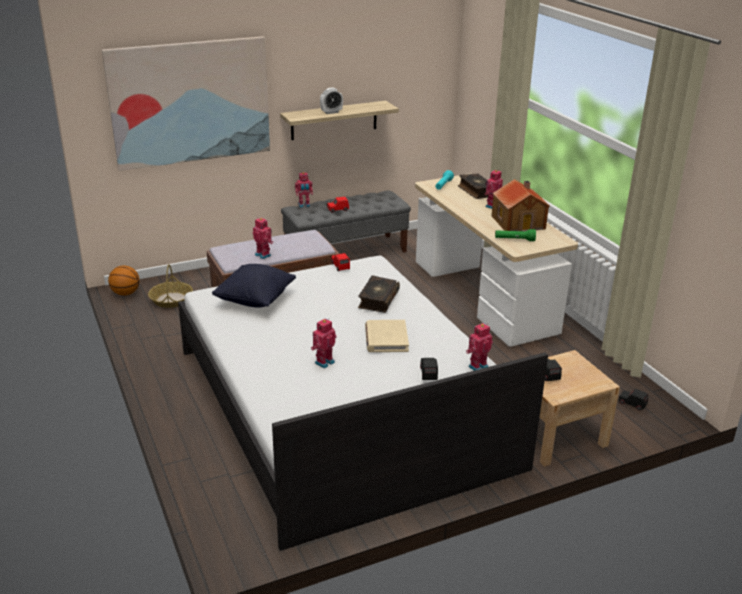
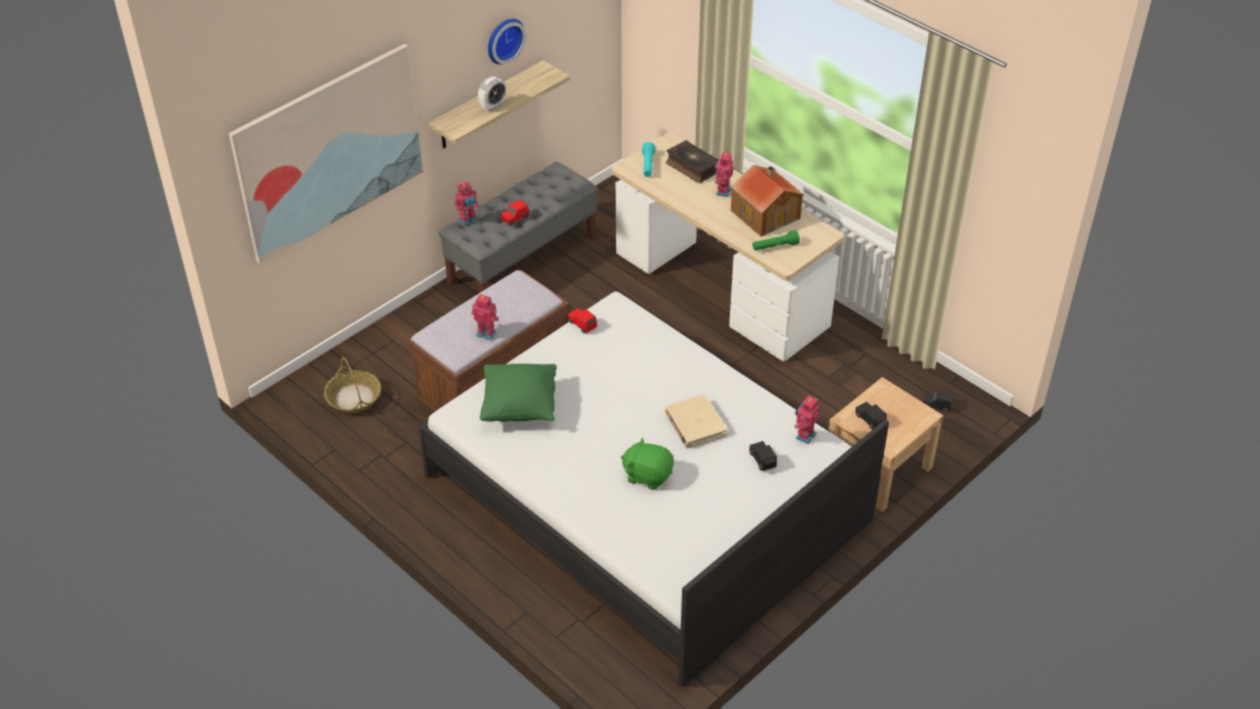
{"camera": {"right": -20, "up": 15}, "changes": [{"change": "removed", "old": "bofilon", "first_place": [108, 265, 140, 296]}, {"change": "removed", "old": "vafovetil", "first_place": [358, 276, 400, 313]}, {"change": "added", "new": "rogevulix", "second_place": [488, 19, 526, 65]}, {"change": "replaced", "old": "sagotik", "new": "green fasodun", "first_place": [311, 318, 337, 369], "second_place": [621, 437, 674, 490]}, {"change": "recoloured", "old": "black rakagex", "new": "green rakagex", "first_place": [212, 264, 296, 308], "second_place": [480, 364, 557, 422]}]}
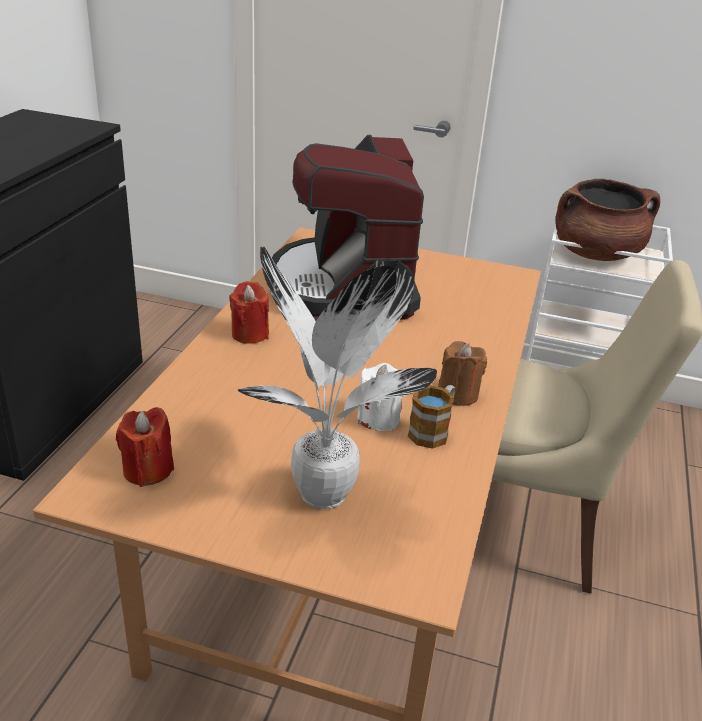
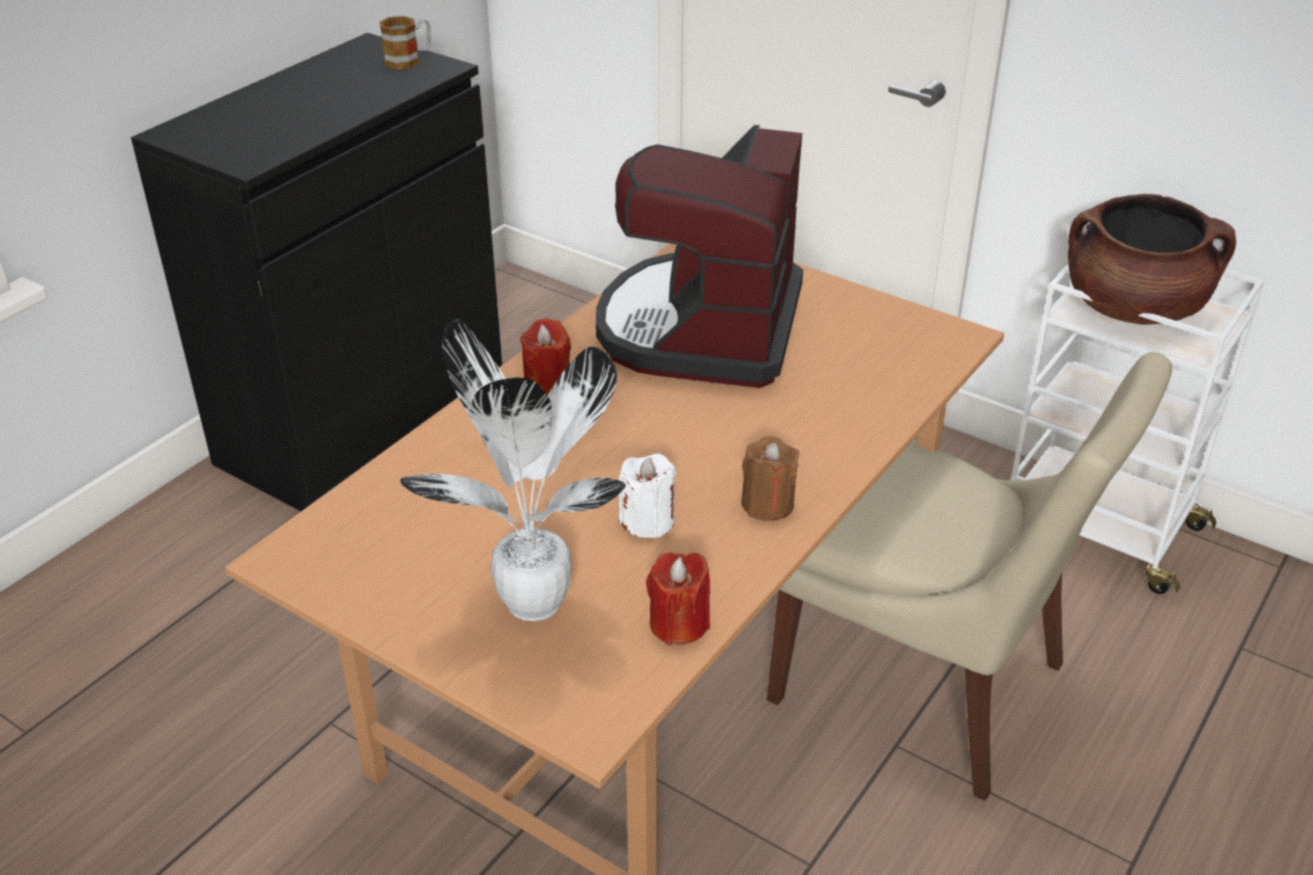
{"camera": {"right": 20, "up": 5}, "changes": [{"change": "moved", "old": "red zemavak", "first_place": [116, 407, 174, 487], "second_place": [646, 552, 710, 645]}, {"change": "moved", "old": "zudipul", "first_place": [408, 385, 455, 449], "second_place": [380, 16, 431, 70]}]}
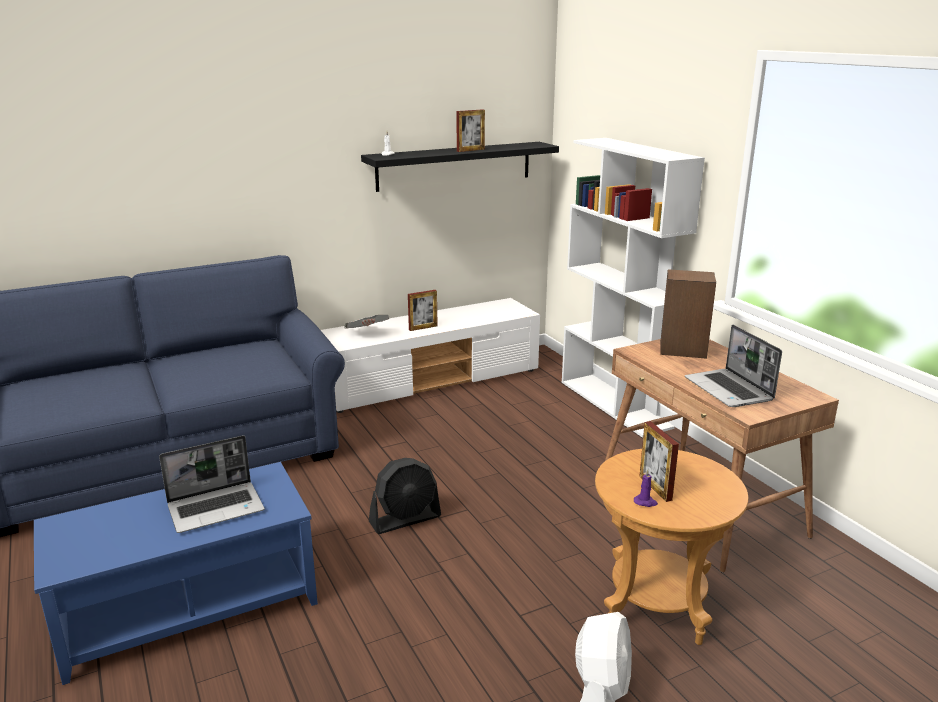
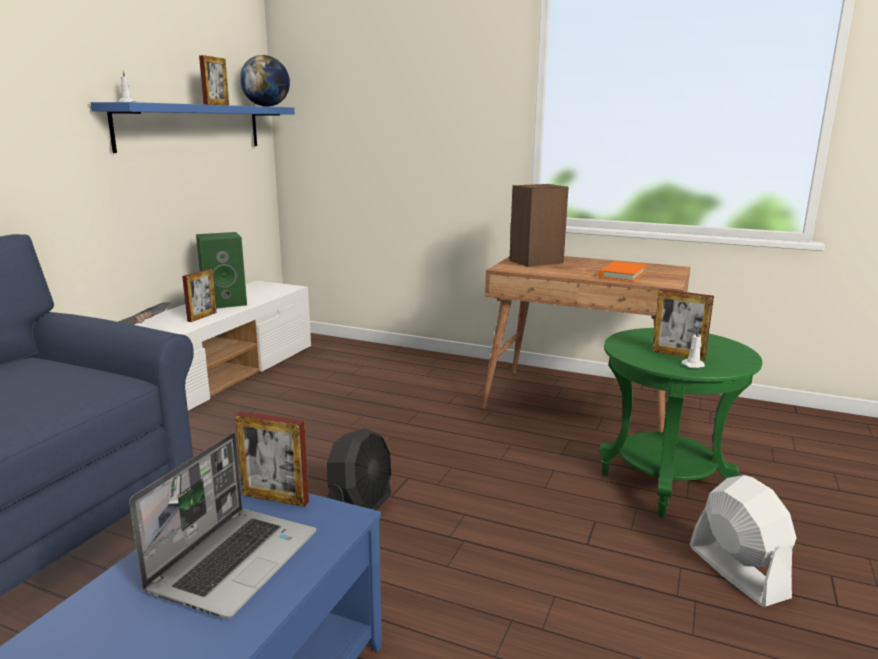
{"camera": {"right": -40, "up": -5}, "changes": [{"change": "removed", "old": "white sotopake", "first_place": [562, 138, 705, 438]}, {"change": "added", "new": "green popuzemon", "second_place": [196, 232, 247, 309]}, {"change": "added", "new": "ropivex", "second_place": [235, 411, 309, 507]}, {"change": "added", "new": "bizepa", "second_place": [240, 55, 290, 107]}, {"change": "replaced", "old": "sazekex", "new": "orange vafovetil", "first_place": [685, 325, 782, 407], "second_place": [598, 261, 647, 282]}, {"change": "recoloured", "old": "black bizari", "new": "blue bizari", "first_place": [361, 142, 559, 192], "second_place": [91, 102, 295, 153]}, {"change": "recoloured", "old": "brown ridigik", "new": "green ridigik", "first_place": [595, 449, 748, 645], "second_place": [599, 328, 762, 517]}, {"change": "recoloured", "old": "purple zemavak", "new": "white zemavak", "first_place": [634, 470, 658, 507], "second_place": [682, 328, 705, 368]}]}
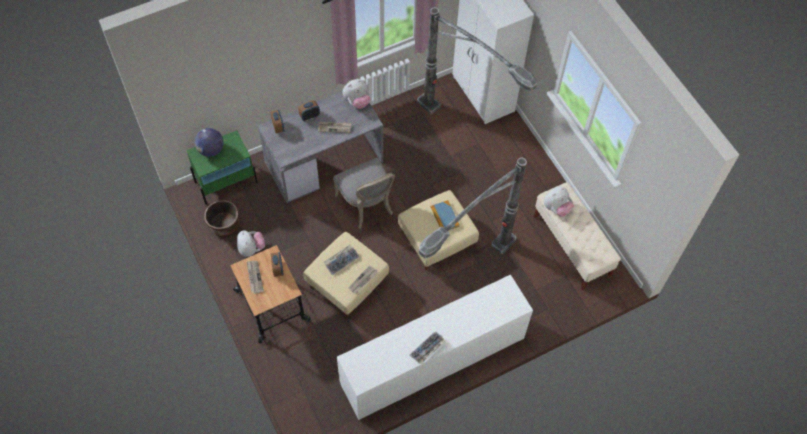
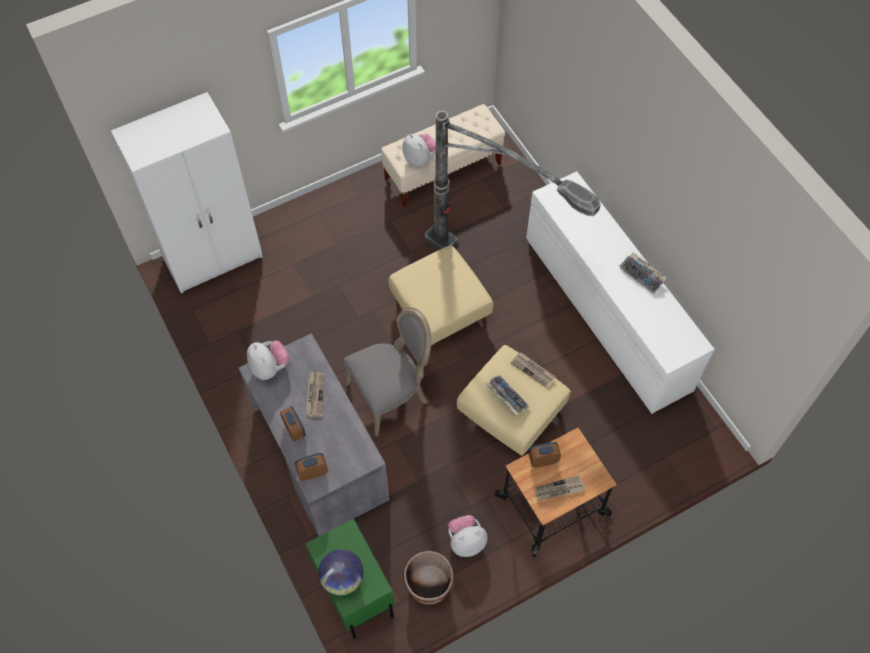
{"camera": {"right": -90, "up": 0}, "changes": [{"change": "removed", "old": "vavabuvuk", "first_place": [417, 7, 537, 114]}, {"change": "removed", "old": "vafovetil", "first_place": [431, 200, 460, 230]}]}
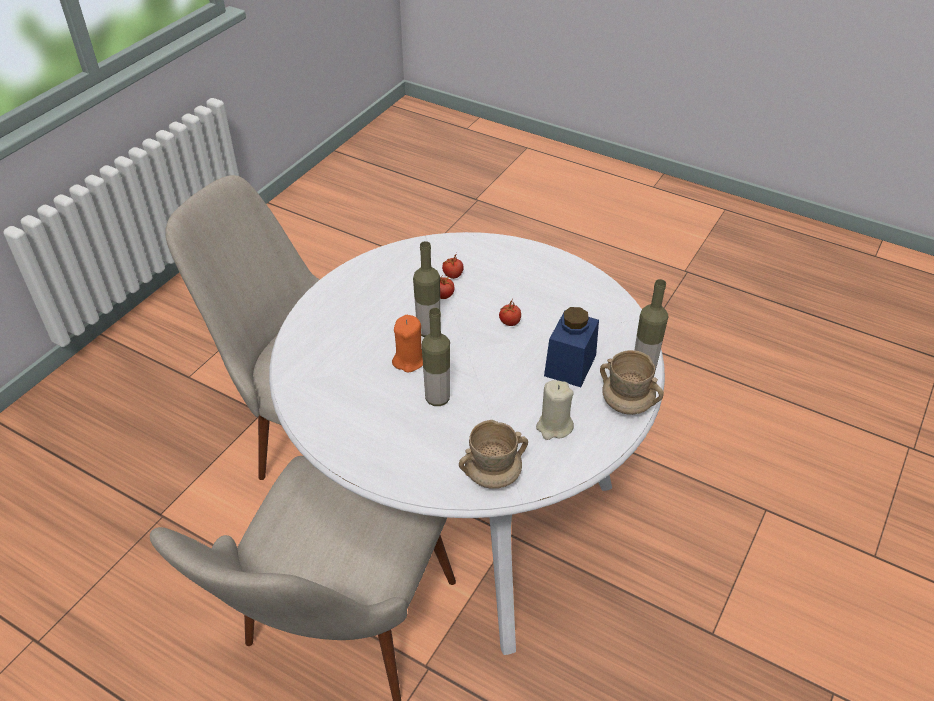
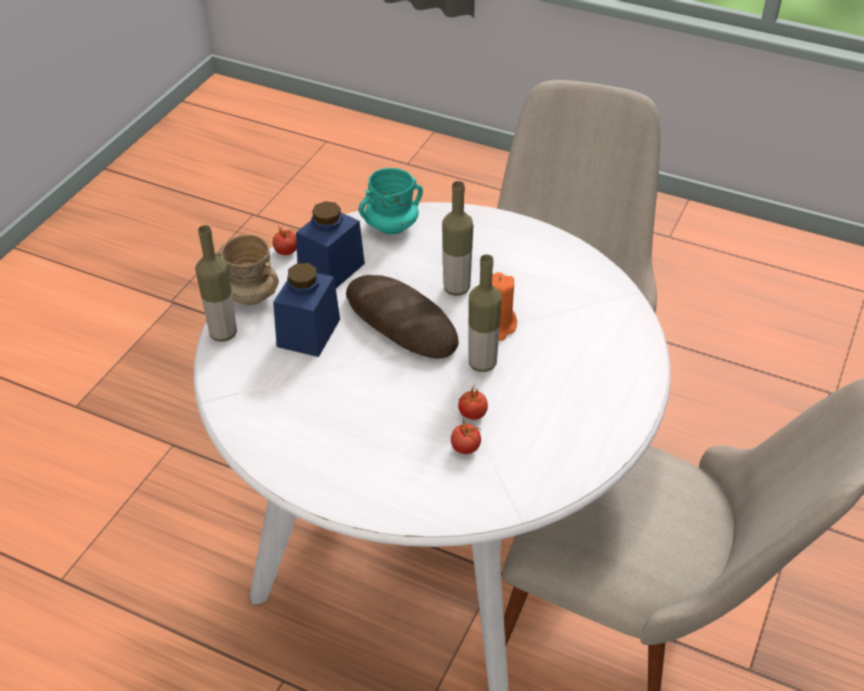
{"camera": {"right": 175, "up": 0}, "changes": [{"change": "added", "new": "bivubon", "second_place": [346, 275, 459, 359]}, {"change": "moved", "old": "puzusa", "first_place": [499, 298, 521, 326], "second_place": [273, 225, 297, 255]}, {"change": "replaced", "old": "beige zemavak", "new": "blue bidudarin", "first_place": [536, 380, 574, 440], "second_place": [296, 201, 365, 288]}, {"change": "recoloured", "old": "beige zudipul", "new": "turquoise zudipul", "first_place": [459, 420, 528, 489], "second_place": [359, 168, 423, 235]}]}
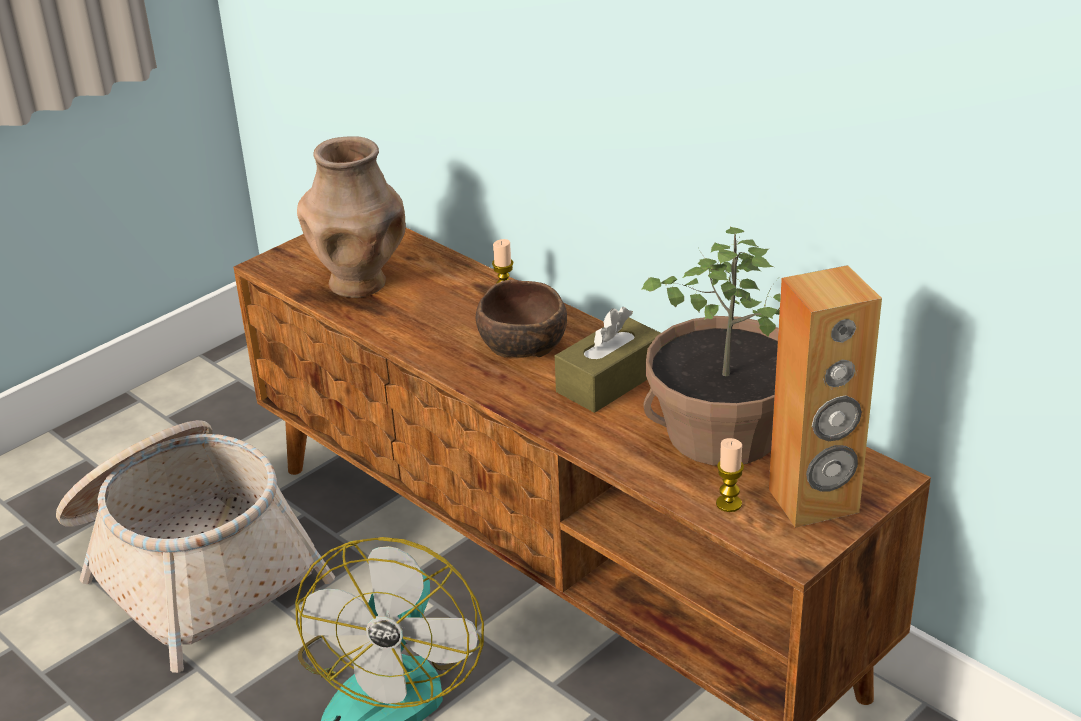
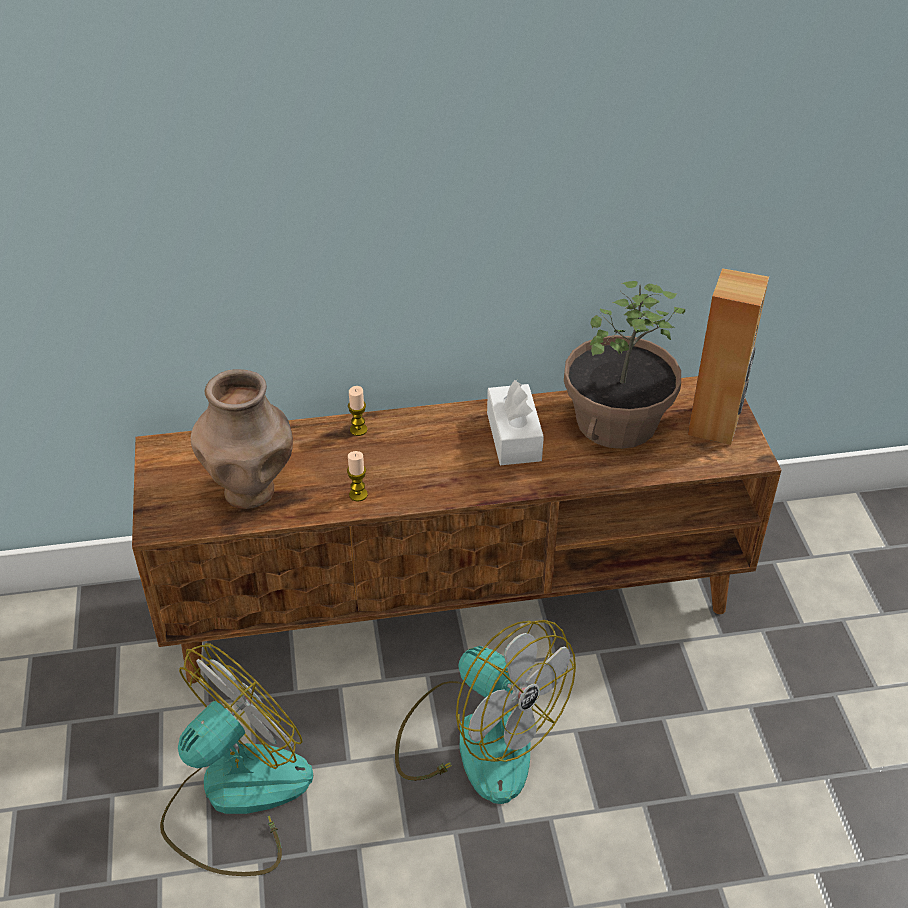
{"camera": {"right": -55, "up": 10}, "changes": [{"change": "removed", "old": "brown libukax", "first_place": [476, 279, 567, 358]}, {"change": "moved", "old": "zemavak", "first_place": [716, 438, 744, 512], "second_place": [347, 451, 368, 502]}, {"change": "replaced", "old": "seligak", "new": "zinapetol", "first_place": [56, 420, 335, 673], "second_place": [160, 643, 313, 876]}, {"change": "recoloured", "old": "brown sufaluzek", "new": "white sufaluzek", "first_place": [555, 307, 661, 413], "second_place": [487, 380, 544, 465]}]}
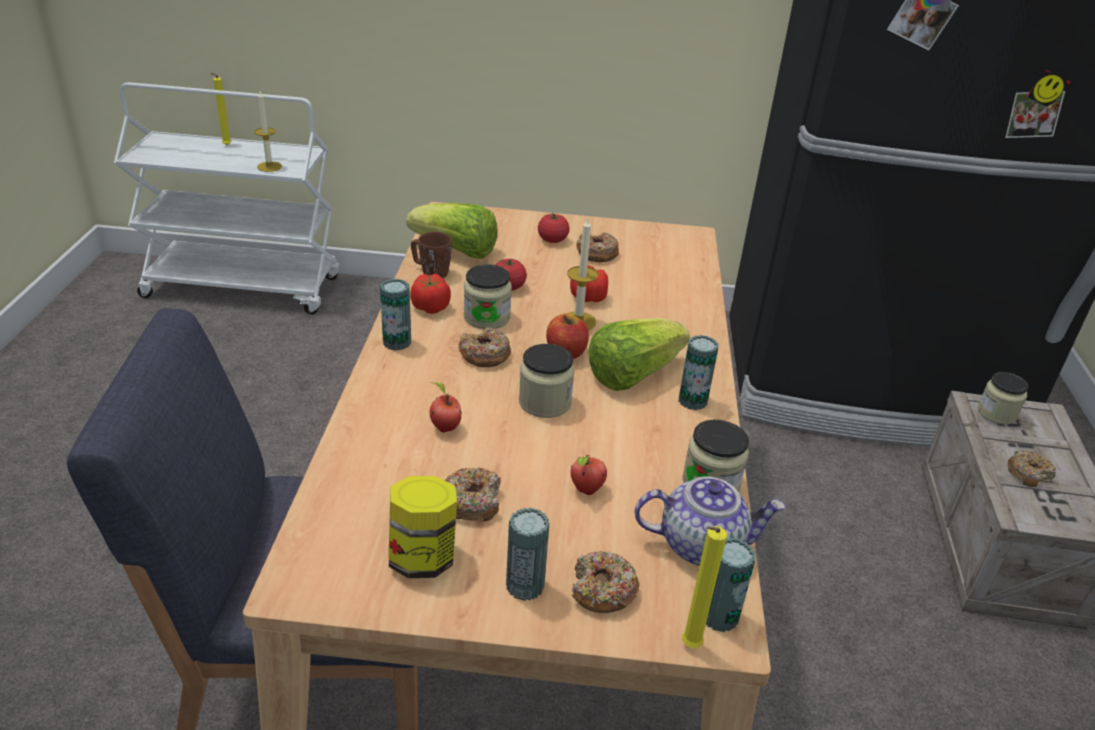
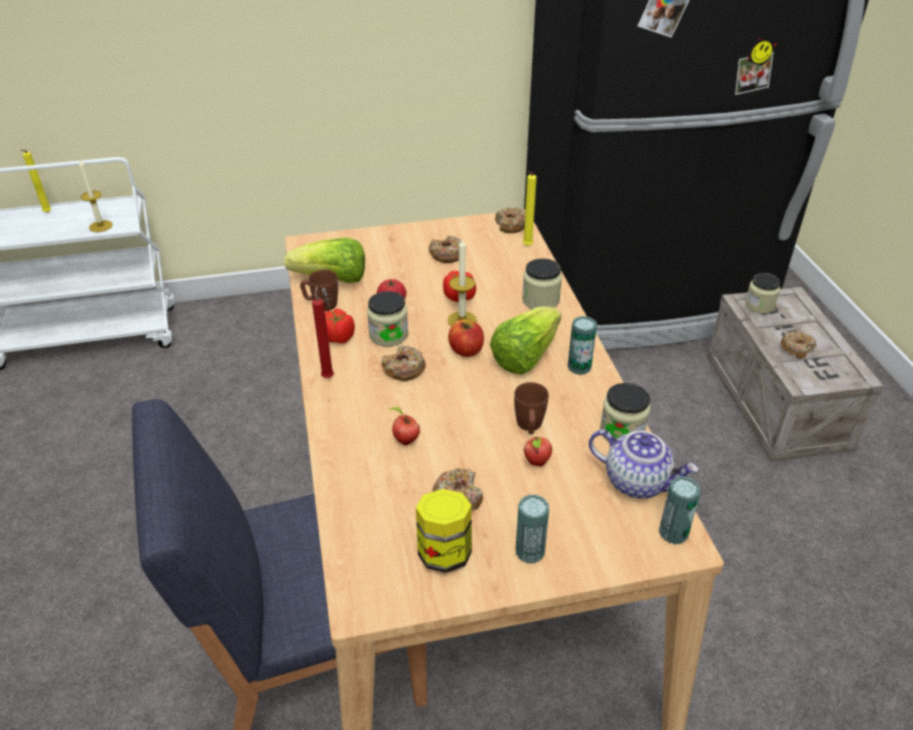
{"camera": {"right": -15, "up": 5}, "changes": [{"change": "removed", "old": "puzusa", "first_place": [538, 212, 570, 243]}, {"change": "added", "new": "brown zudipul", "second_place": [514, 382, 549, 434]}, {"change": "moved", "old": "bidudarin", "first_place": [519, 344, 575, 418], "second_place": [522, 258, 562, 309]}, {"change": "moved", "old": "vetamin", "first_place": [572, 551, 639, 613], "second_place": [495, 208, 525, 233]}, {"change": "moved", "old": "yellow zemavak", "first_place": [682, 526, 727, 648], "second_place": [523, 171, 537, 246]}, {"change": "replaced", "old": "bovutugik", "new": "red zemavak", "first_place": [380, 279, 411, 351], "second_place": [312, 286, 334, 378]}, {"change": "turned", "old": "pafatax", "first_place": [634, 476, 785, 566], "second_place": [589, 429, 699, 498], "degrees": 45}]}
